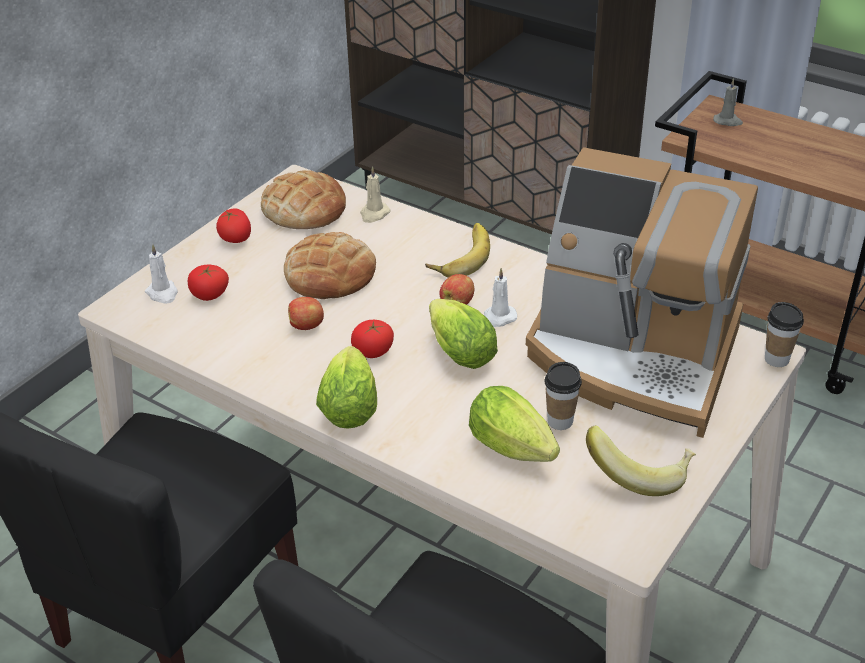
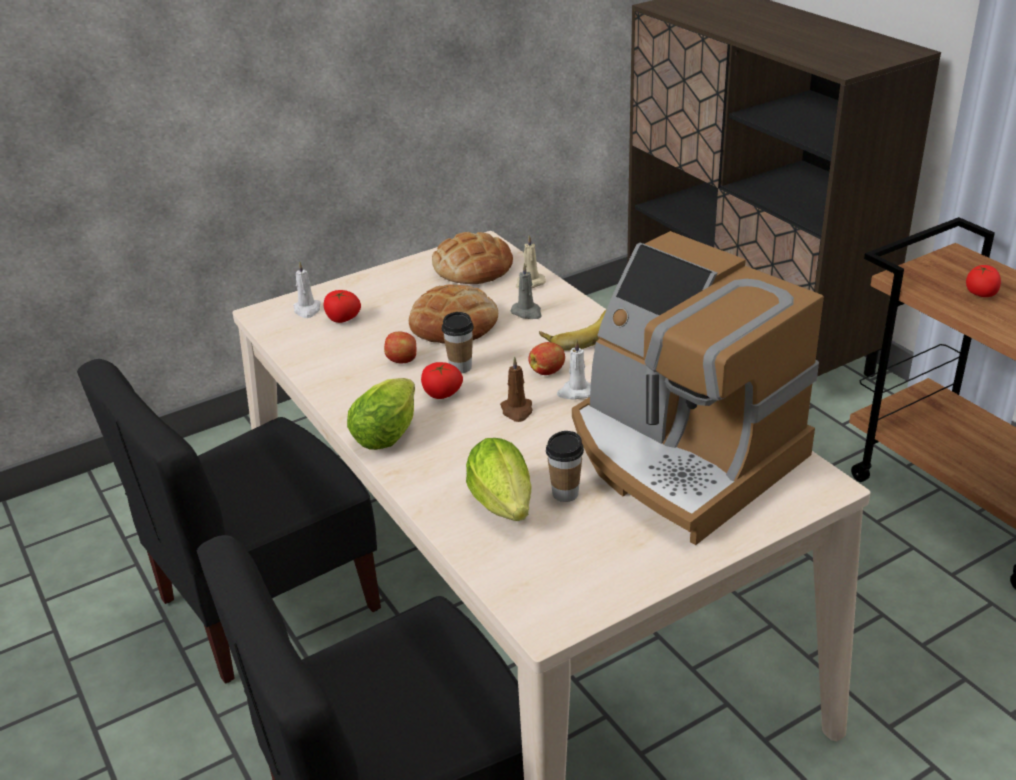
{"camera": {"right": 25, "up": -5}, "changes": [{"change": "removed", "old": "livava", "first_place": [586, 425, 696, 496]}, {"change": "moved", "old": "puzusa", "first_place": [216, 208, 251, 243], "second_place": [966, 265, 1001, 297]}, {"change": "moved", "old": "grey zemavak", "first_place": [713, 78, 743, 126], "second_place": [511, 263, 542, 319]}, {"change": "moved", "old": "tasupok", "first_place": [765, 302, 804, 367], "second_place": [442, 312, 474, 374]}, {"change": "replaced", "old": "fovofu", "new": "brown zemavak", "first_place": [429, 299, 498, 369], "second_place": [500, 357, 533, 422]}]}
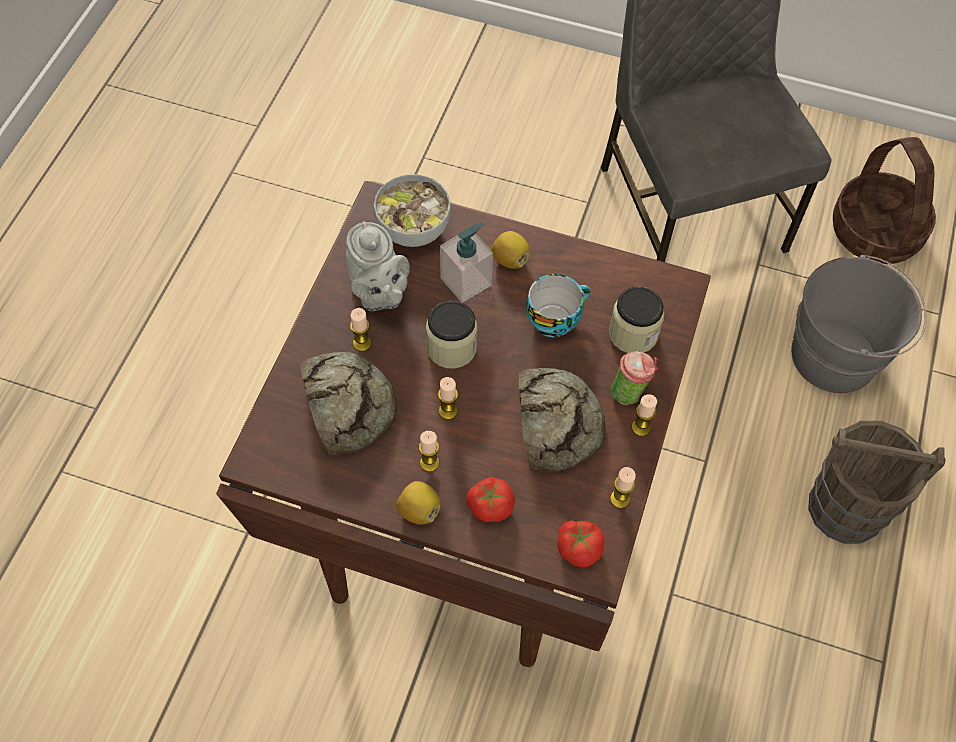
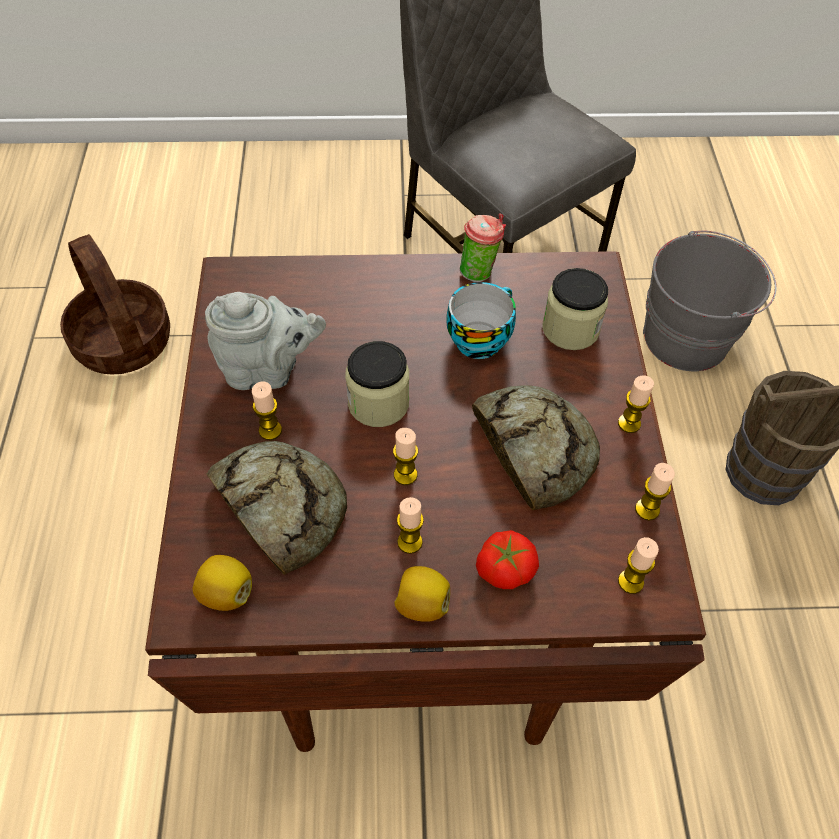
{"camera": {"right": -20, "up": -5}, "changes": [{"change": "removed", "old": "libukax", "first_place": [374, 174, 450, 247]}, {"change": "removed", "old": "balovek", "first_place": [440, 222, 493, 303]}, {"change": "moved", "old": "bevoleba", "first_place": [491, 231, 530, 269], "second_place": [193, 555, 252, 611]}, {"change": "moved", "old": "tasupok", "first_place": [611, 351, 658, 405], "second_place": [460, 213, 506, 283]}, {"change": "moved", "old": "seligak", "first_place": [833, 137, 936, 264], "second_place": [60, 234, 170, 375]}, {"change": "replaced", "old": "puzusa", "new": "zemavak", "first_place": [557, 520, 604, 567], "second_place": [618, 537, 659, 594]}, {"change": "turned", "old": "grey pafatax", "first_place": [346, 222, 410, 311], "second_place": [205, 292, 326, 390], "degrees": -45}]}
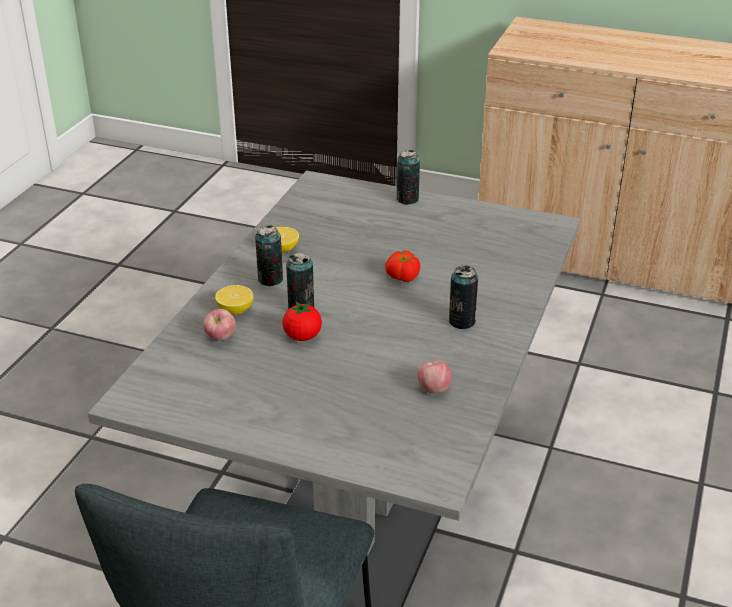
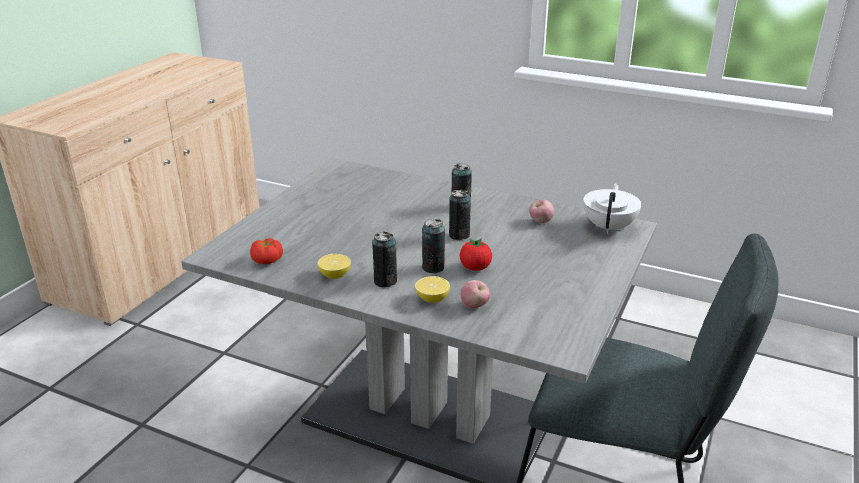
{"camera": {"right": -85, "up": -5}, "changes": [{"change": "added", "new": "white pafatax", "second_place": [583, 183, 641, 234]}, {"change": "moved", "old": "puzusa", "first_place": [385, 250, 420, 282], "second_place": [250, 238, 283, 264]}, {"change": "moved", "old": "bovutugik", "first_place": [396, 150, 420, 205], "second_place": [449, 189, 471, 240]}]}
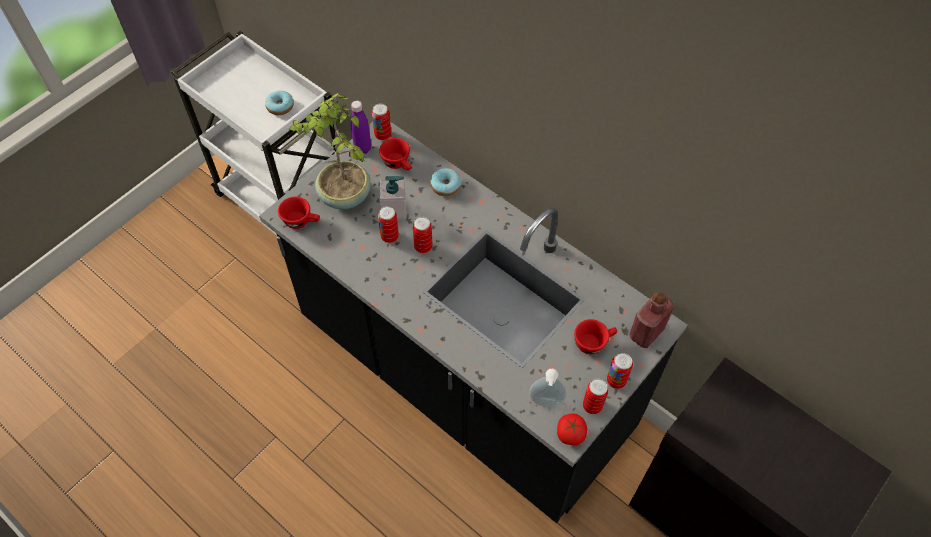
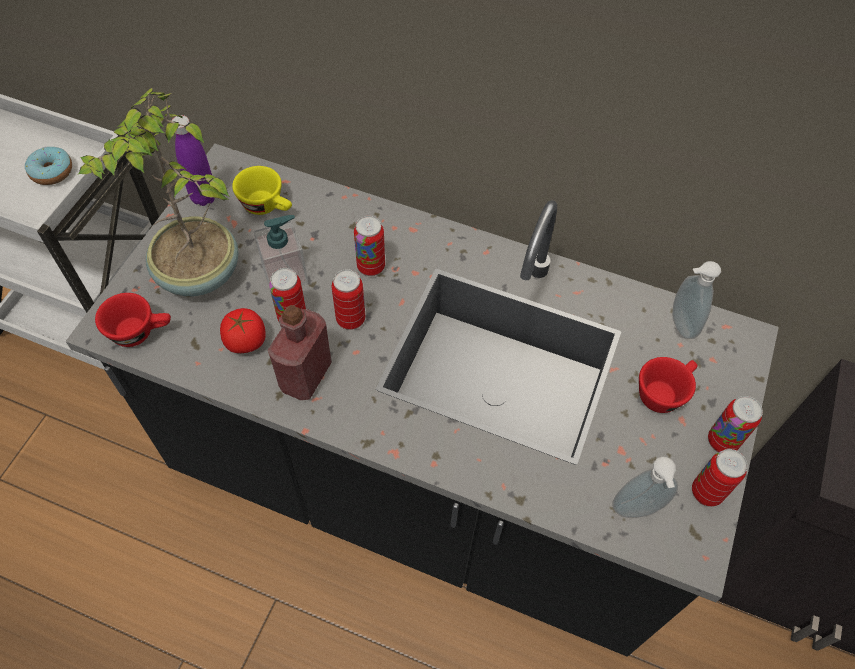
{"camera": {"right": -20, "up": 0}, "changes": [{"change": "removed", "old": "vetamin", "first_place": [430, 168, 462, 196]}, {"change": "added", "new": "balovek", "second_place": [672, 261, 721, 339]}, {"change": "moved", "old": "bovutugik", "first_place": [372, 104, 391, 140], "second_place": [354, 216, 385, 276]}, {"change": "moved", "old": "puzusa", "first_place": [557, 414, 587, 445], "second_place": [220, 308, 266, 353]}, {"change": "moved", "old": "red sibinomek", "first_place": [629, 292, 674, 348], "second_place": [268, 305, 332, 400]}, {"change": "recoloured", "old": "red tasupok", "new": "yellow tasupok", "first_place": [379, 138, 412, 170], "second_place": [232, 166, 292, 215]}]}
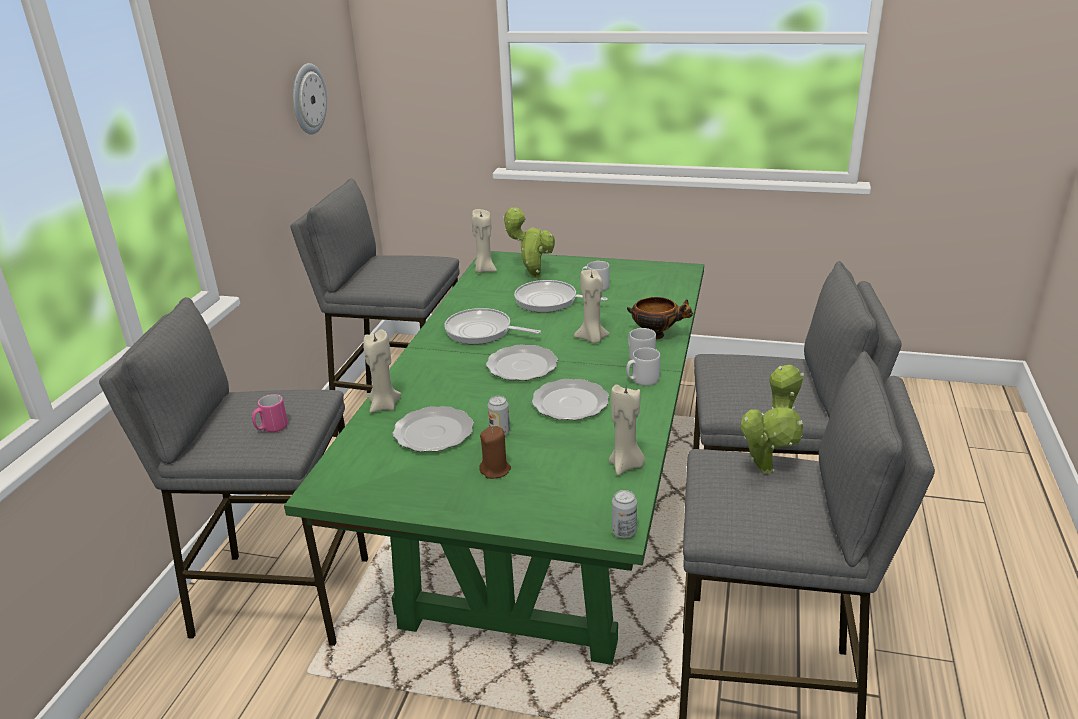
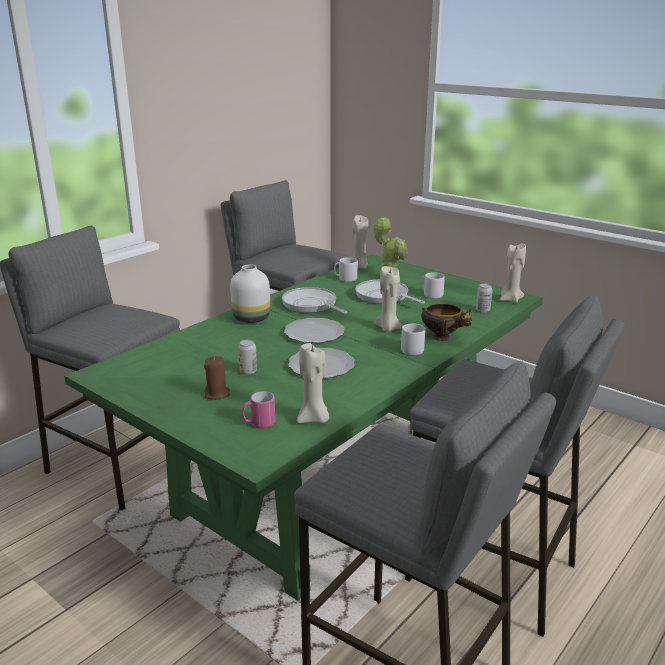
{"camera": {"right": 25, "up": -5}, "changes": [{"change": "removed", "old": "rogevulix", "first_place": [293, 63, 327, 135]}, {"change": "removed", "old": "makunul", "first_place": [393, 406, 474, 452]}, {"change": "removed", "old": "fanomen", "first_place": [741, 365, 804, 474]}, {"change": "added", "new": "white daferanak", "second_place": [230, 264, 270, 323]}, {"change": "moved", "old": "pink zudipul", "first_place": [252, 394, 288, 432], "second_place": [242, 391, 275, 428]}, {"change": "moved", "old": "beige zemavak", "first_place": [363, 329, 402, 413], "second_place": [500, 243, 526, 303]}, {"change": "moved", "old": "bovutugik", "first_place": [612, 490, 637, 538], "second_place": [476, 284, 492, 312]}, {"change": "moved", "old": "grey zudipul", "first_place": [626, 347, 660, 386], "second_place": [334, 257, 358, 282]}]}
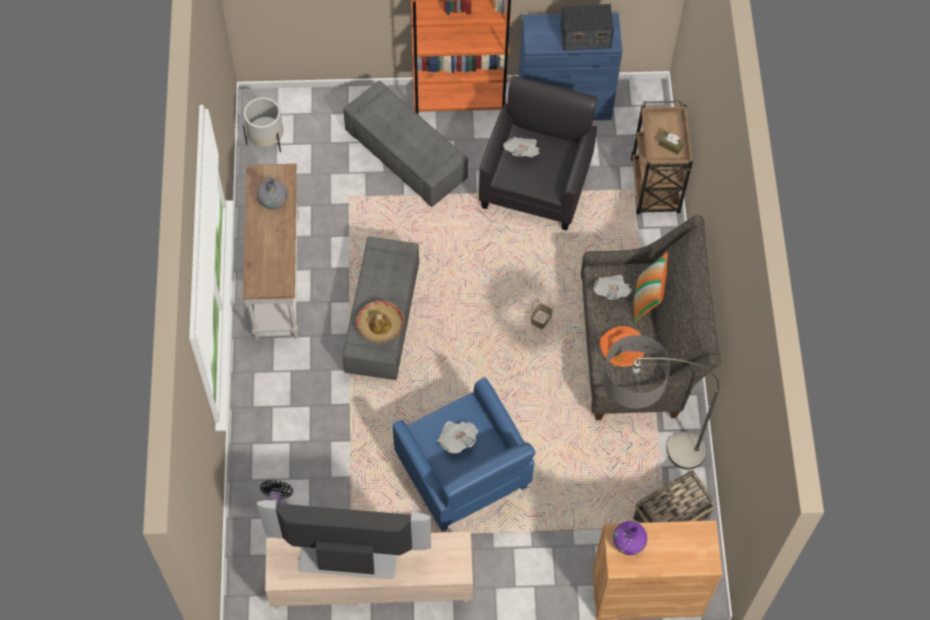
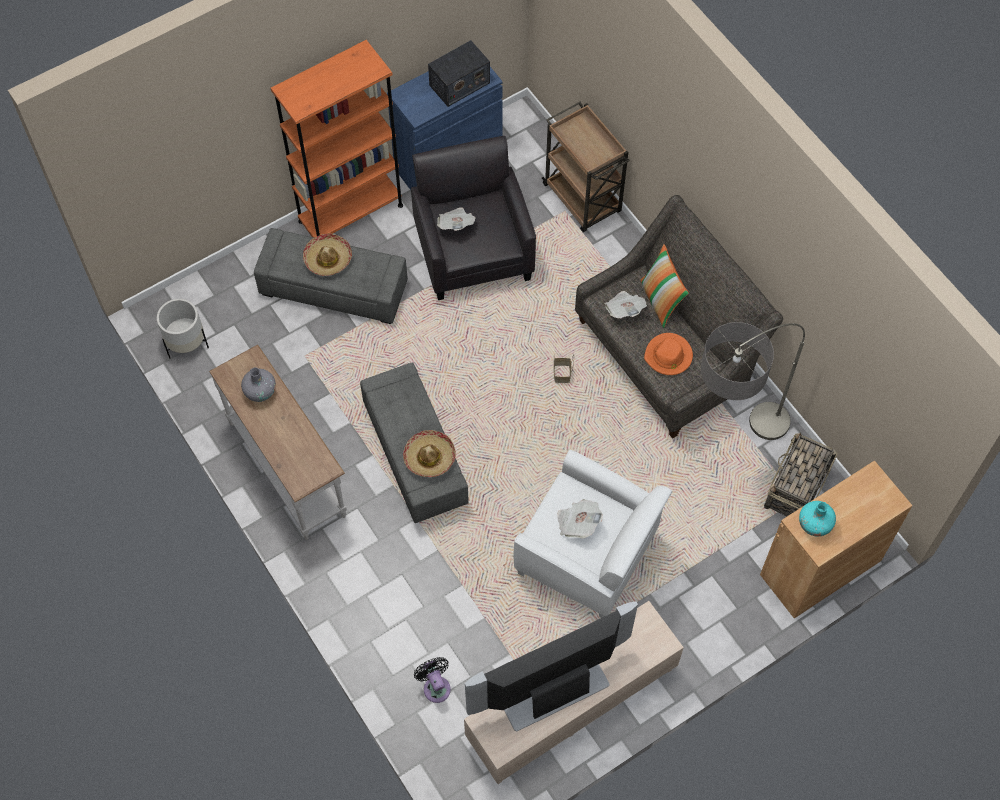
{"camera": {"right": -30, "up": 0}, "changes": [{"change": "removed", "old": "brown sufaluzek", "first_place": [658, 131, 685, 155]}, {"change": "added", "new": "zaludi", "second_place": [303, 233, 352, 276]}, {"change": "recoloured", "old": "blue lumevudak", "new": "white lumevudak", "first_place": [393, 377, 536, 532], "second_place": [514, 450, 672, 618]}, {"change": "recoloured", "old": "purple daferanak", "new": "turquoise daferanak", "first_place": [613, 521, 647, 555], "second_place": [799, 501, 836, 536]}]}
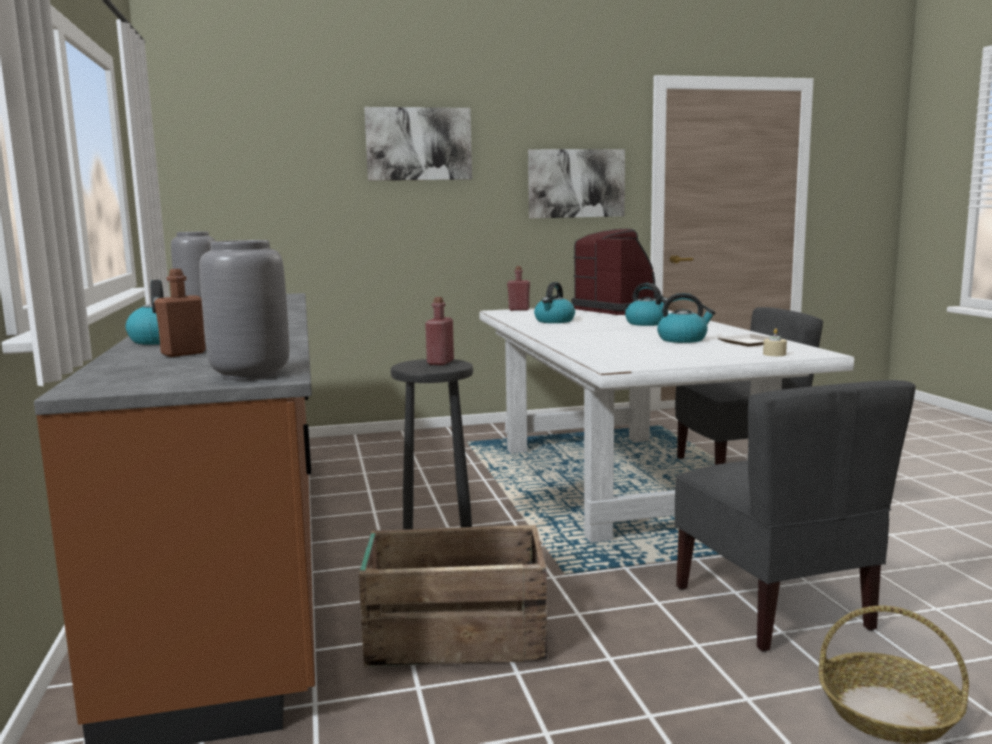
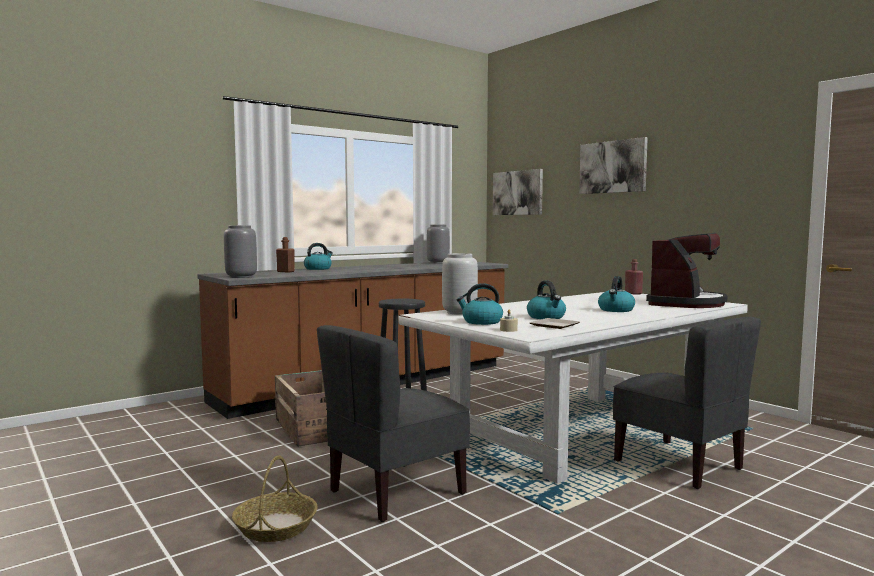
{"camera": {"right": 65, "up": -5}, "changes": [{"change": "removed", "old": "red sibinomek", "first_place": [425, 297, 454, 365]}, {"change": "added", "new": "grey daferanak", "second_place": [442, 253, 478, 315]}, {"change": "moved", "old": "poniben", "first_place": [528, 149, 625, 218], "second_place": [493, 169, 543, 215]}, {"change": "moved", "old": "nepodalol", "first_place": [534, 282, 575, 323], "second_place": [456, 283, 503, 325]}]}
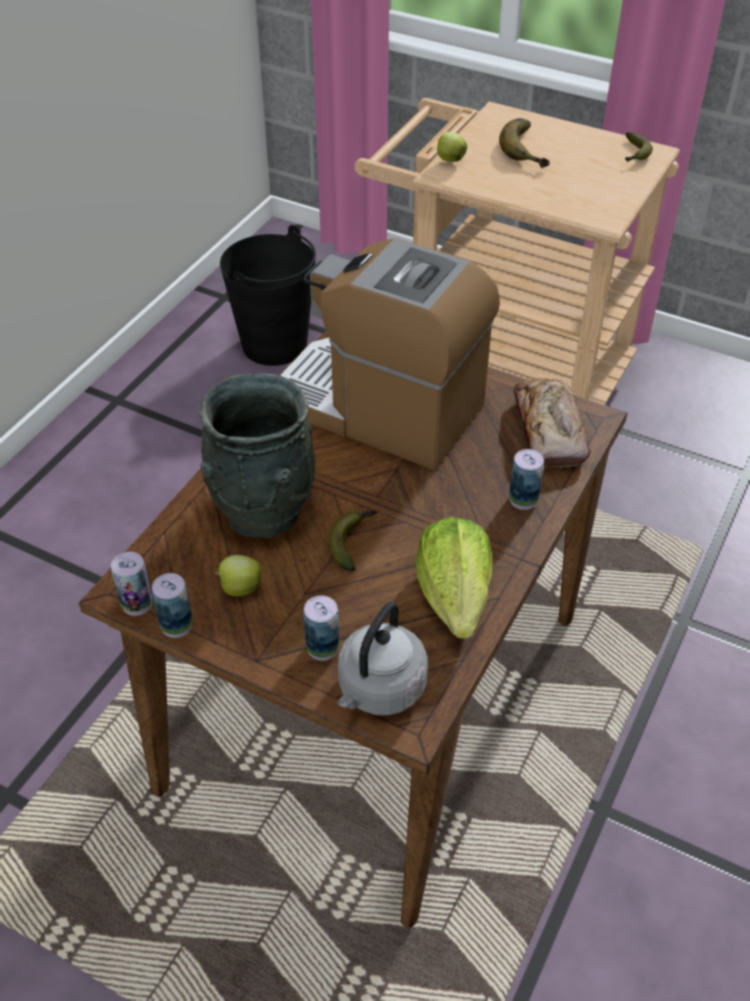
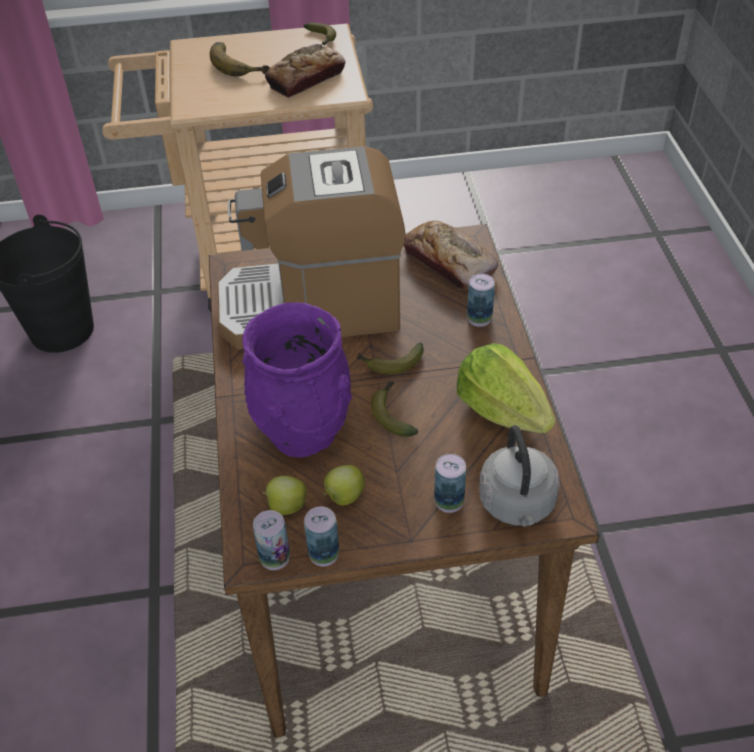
{"camera": {"right": -35, "up": 0}, "changes": [{"change": "added", "new": "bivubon", "second_place": [265, 44, 346, 98]}, {"change": "added", "new": "livava", "second_place": [357, 342, 424, 374]}, {"change": "moved", "old": "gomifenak", "first_place": [437, 132, 467, 162], "second_place": [262, 476, 306, 515]}, {"change": "recoloured", "old": "grey daferanak", "new": "purple daferanak", "first_place": [199, 373, 316, 538], "second_place": [242, 302, 352, 458]}]}
